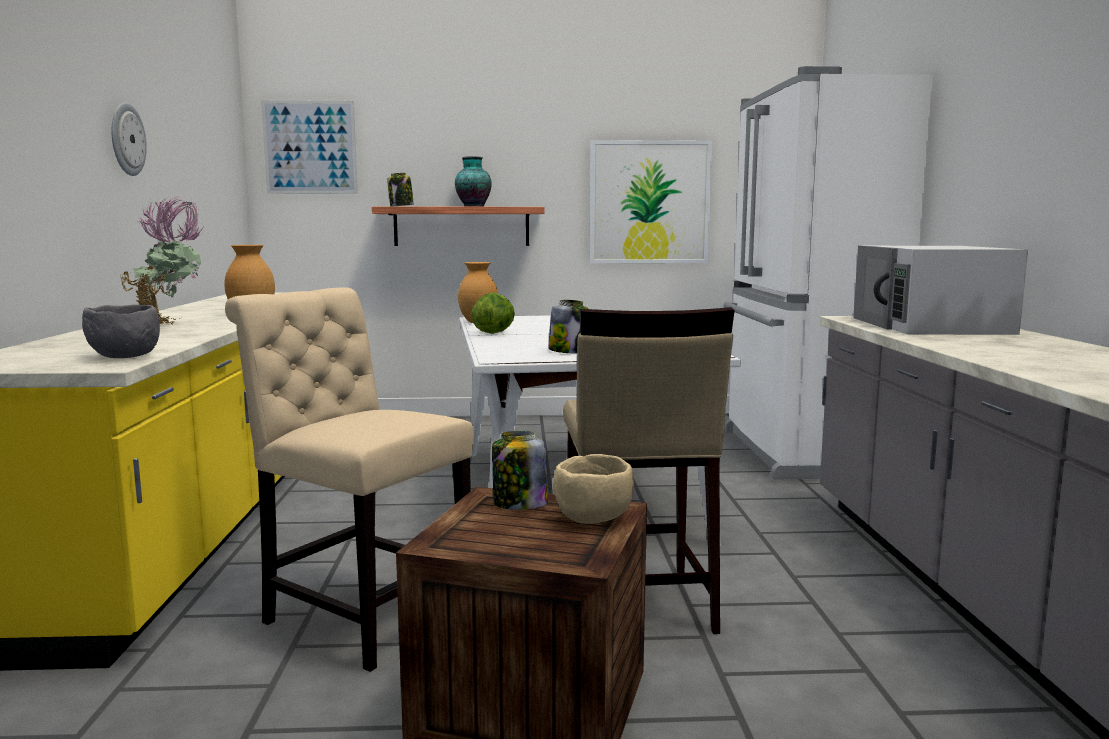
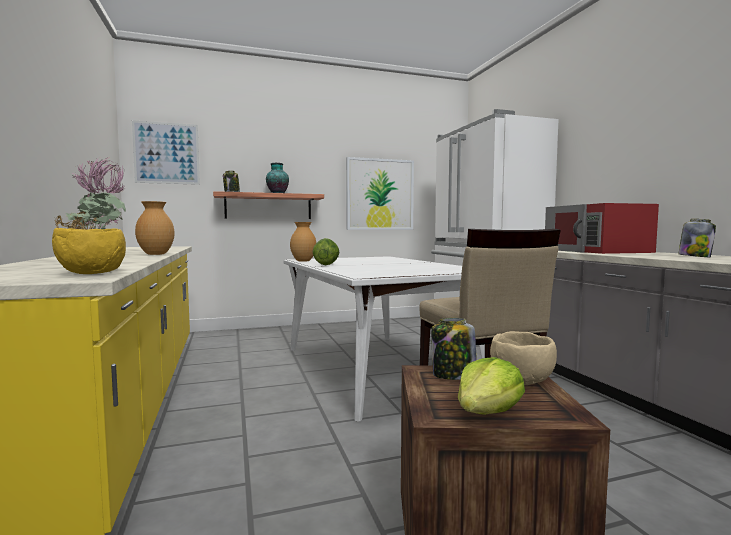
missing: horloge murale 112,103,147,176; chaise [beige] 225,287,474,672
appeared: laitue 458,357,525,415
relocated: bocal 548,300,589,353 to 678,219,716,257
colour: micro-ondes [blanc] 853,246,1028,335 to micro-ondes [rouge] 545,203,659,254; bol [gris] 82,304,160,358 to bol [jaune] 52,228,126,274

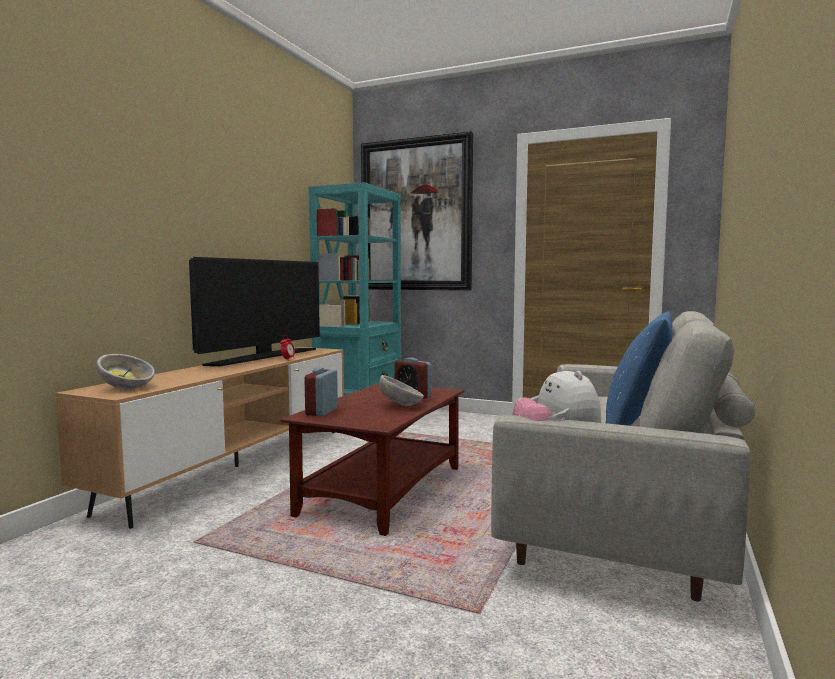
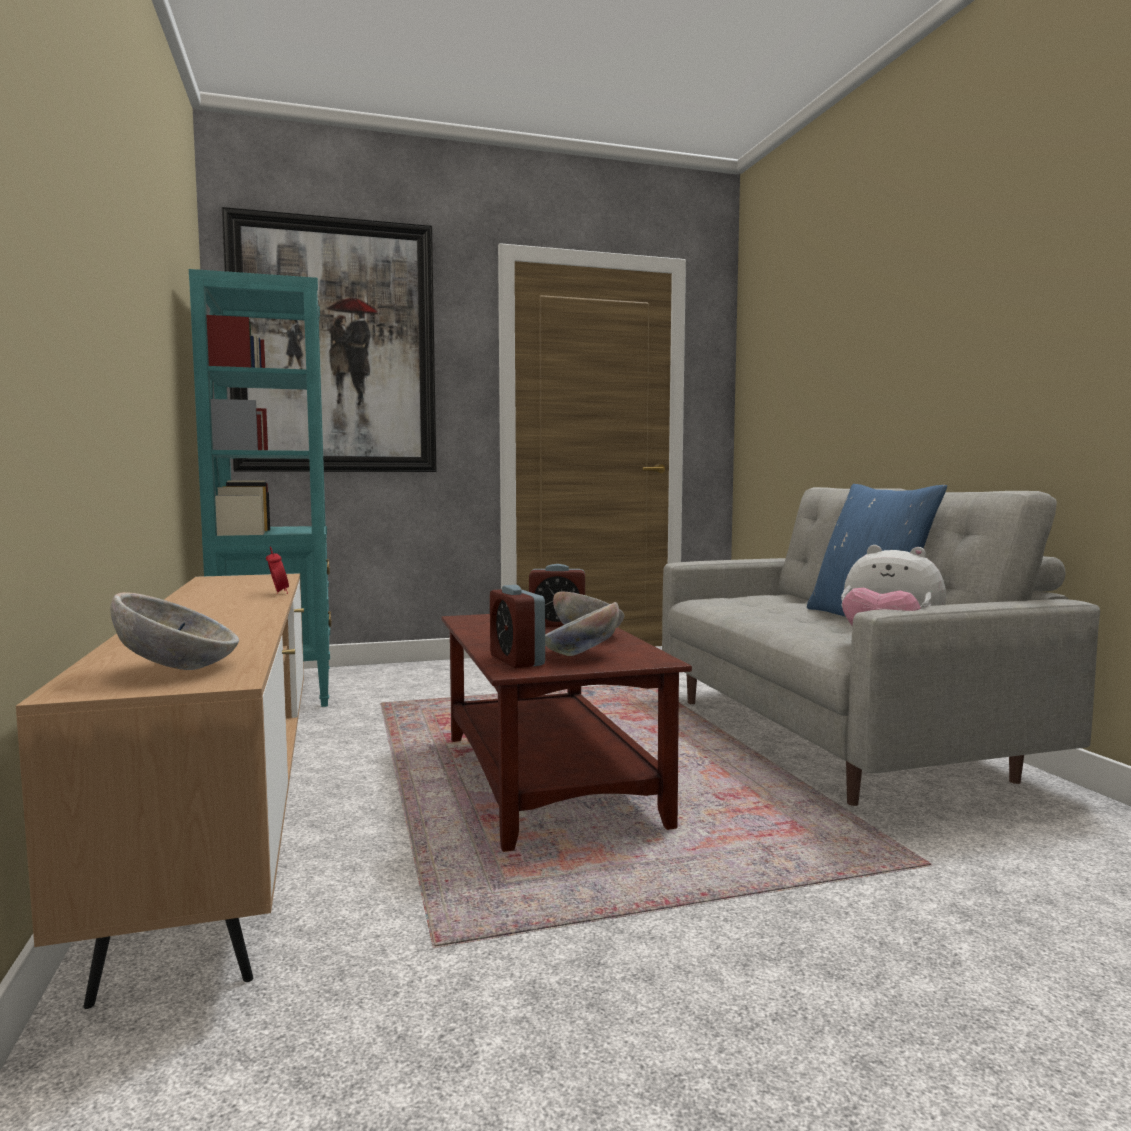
missing: téléviseur 189,257,320,366
appeared: bol 545,602,619,656

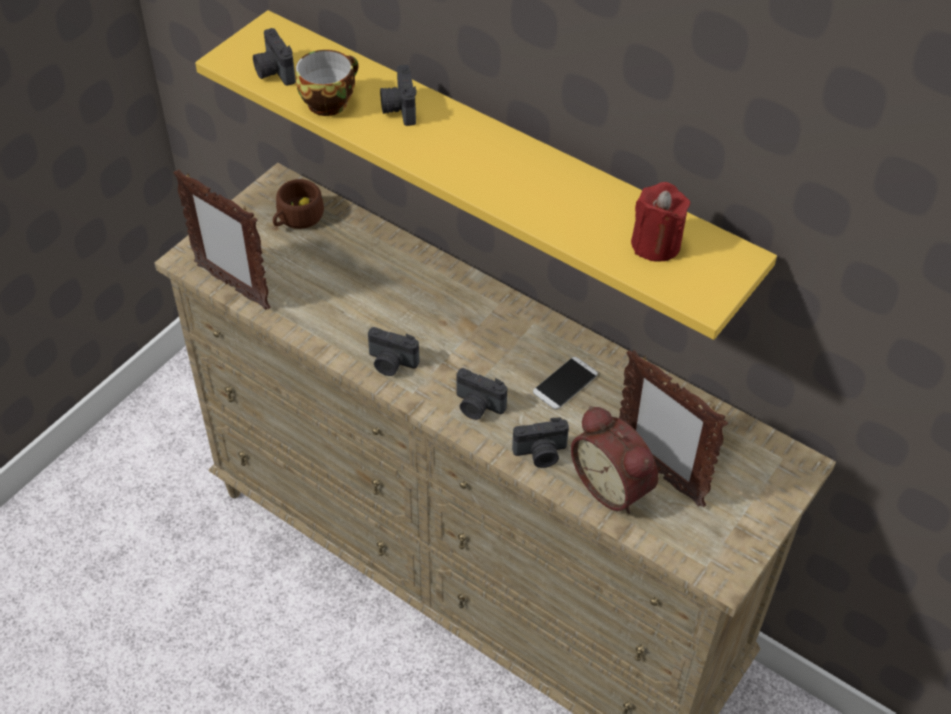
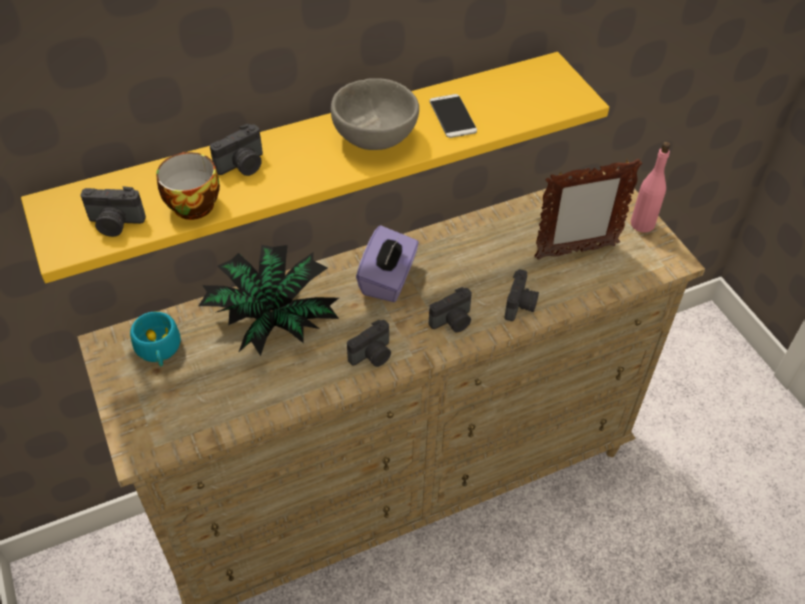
missing: cadre photo 173,170,271,310; bougie [rouge] 631,182,690,262; réveil 571,406,658,514
appeared: bol [gris] 331,78,419,150; bouteille [rose] 631,142,670,232; boîte à mouchoirs [violet] 356,225,419,302; plante en pot 199,245,339,356
relocated: téléphone 533,357,598,409 to 430,94,477,138
colour: tasse [marron] 273,179,324,229 to tasse [turquoise] 130,311,181,367
spun: appareil photo 380,65,416,126 = 210,124,263,176 60 degrees counterclockwise

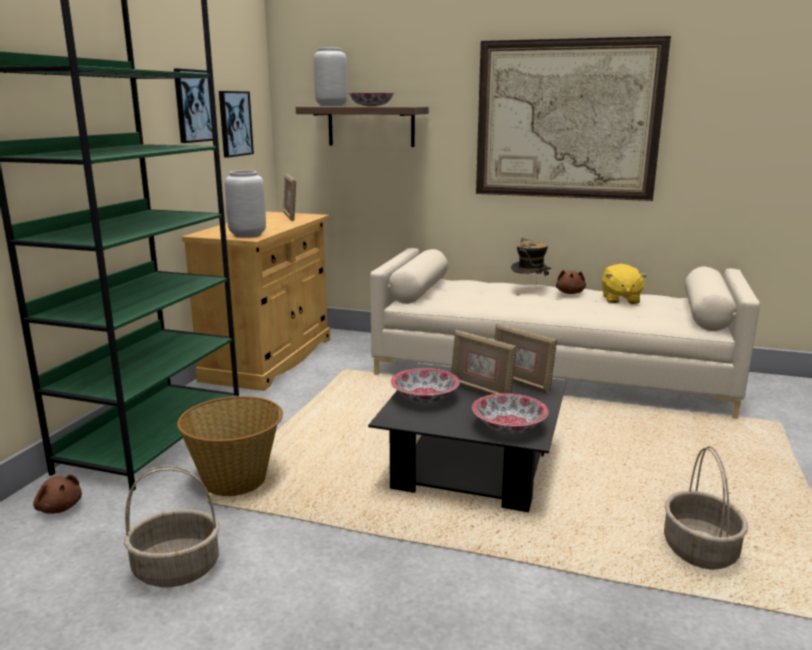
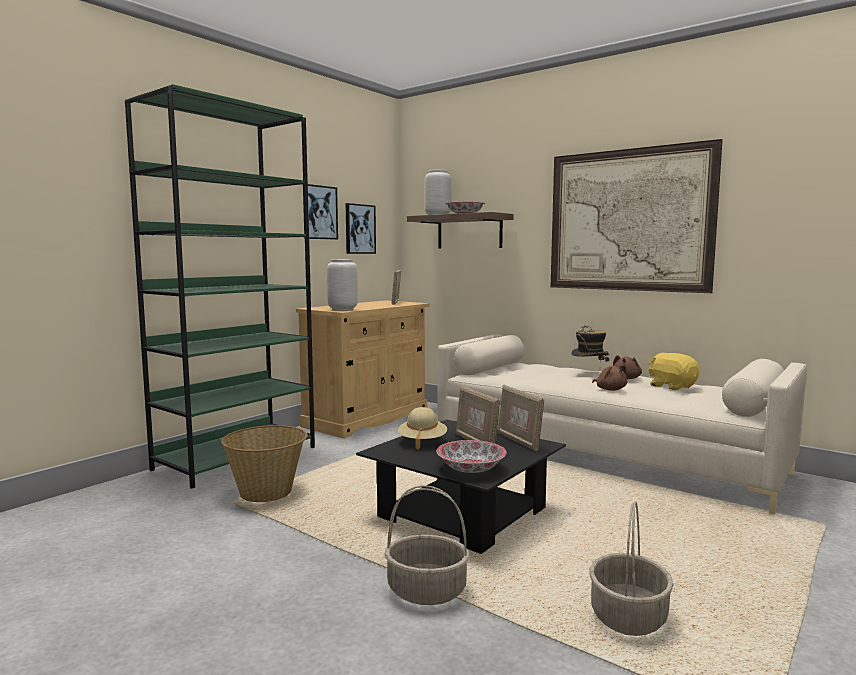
relocated: panier 124,465,220,587 to 384,485,470,605; peluche [marron] 33,475,82,514 to 592,365,628,391
exchanged: bol 391,368,460,403 to chapeau [beige] 398,407,447,450
spun: peluche [jaune] 602,264,647,304 = 648,353,699,390 120 degrees clockwise

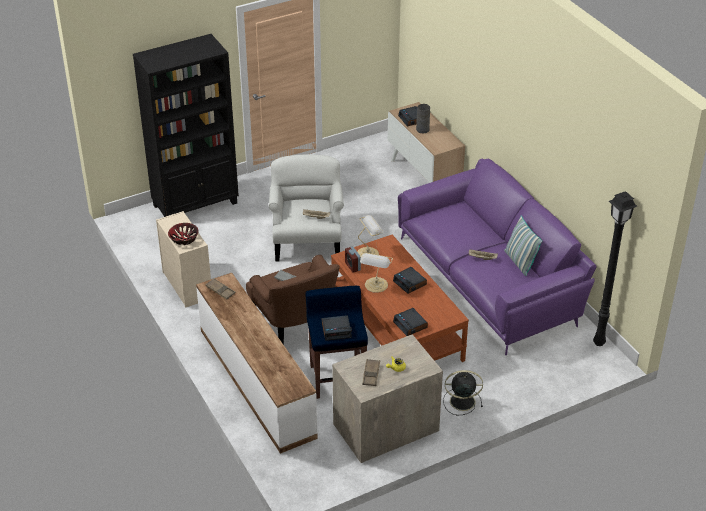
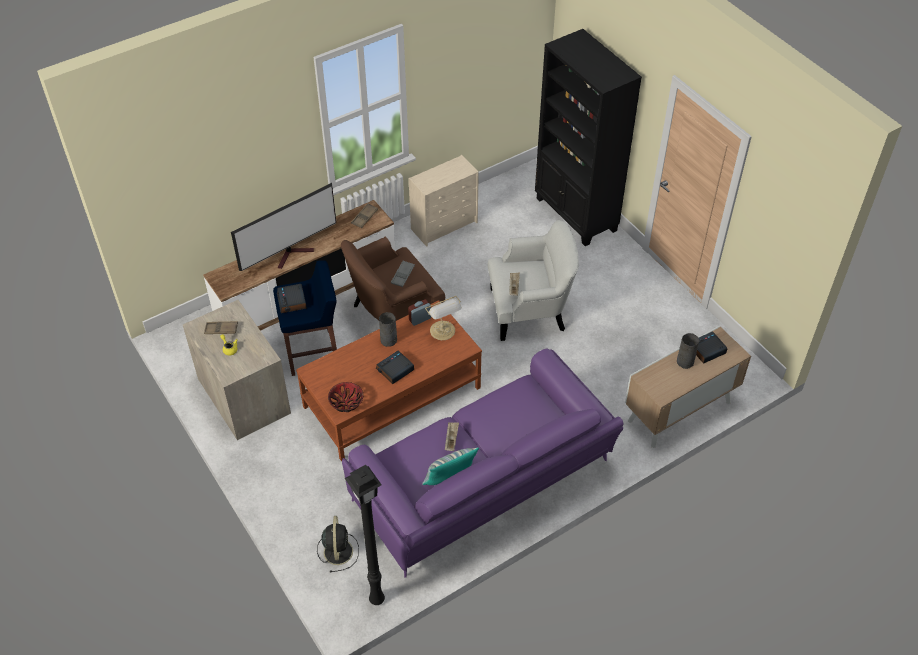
missing: réveil 393,308,428,336
appeared: téléviseur 231,183,336,271
relocated: bol 168,223,199,245 to 328,382,363,412; ventilateur [noir] 443,370,483,415 to 317,516,359,573
exchanged: lampe de table 360,252,393,293 to vase [gris] 379,312,397,347

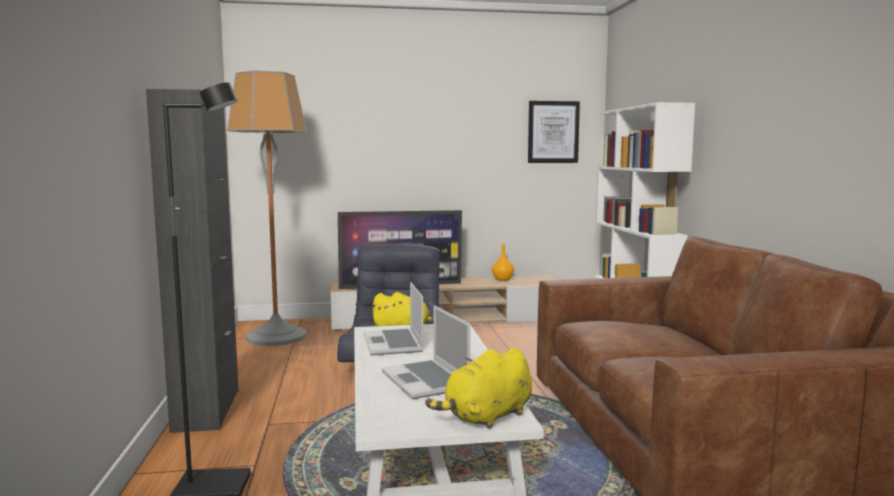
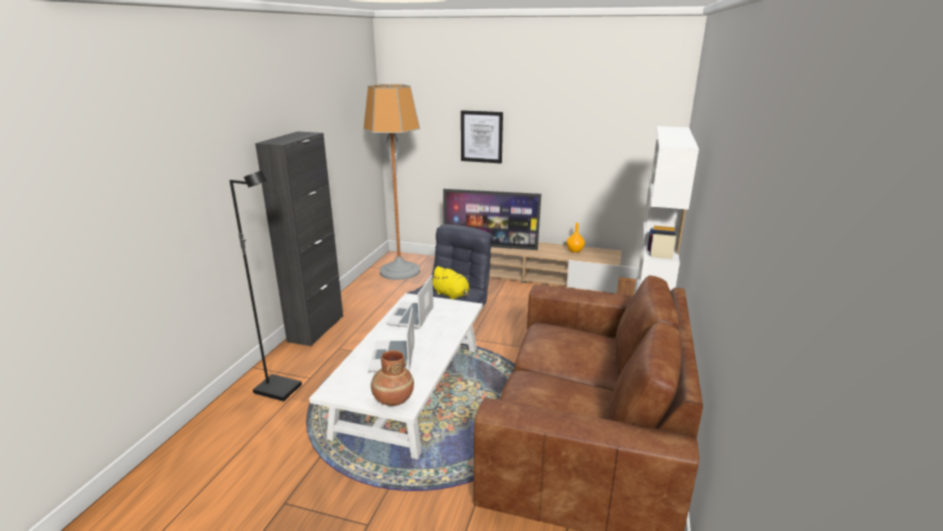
relocated: tableau 528,101,580,163 to 461,110,503,163
exchanged: peluche [jaune] 425,348,532,429 to vase [marron] 371,350,414,406

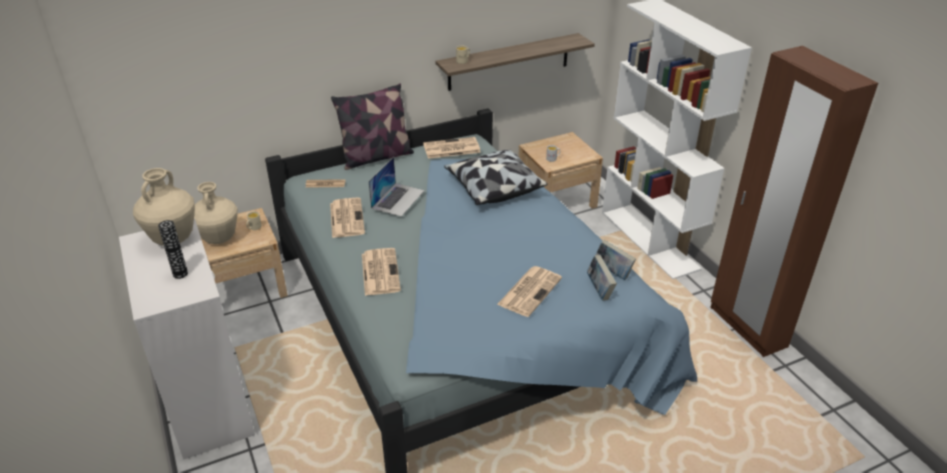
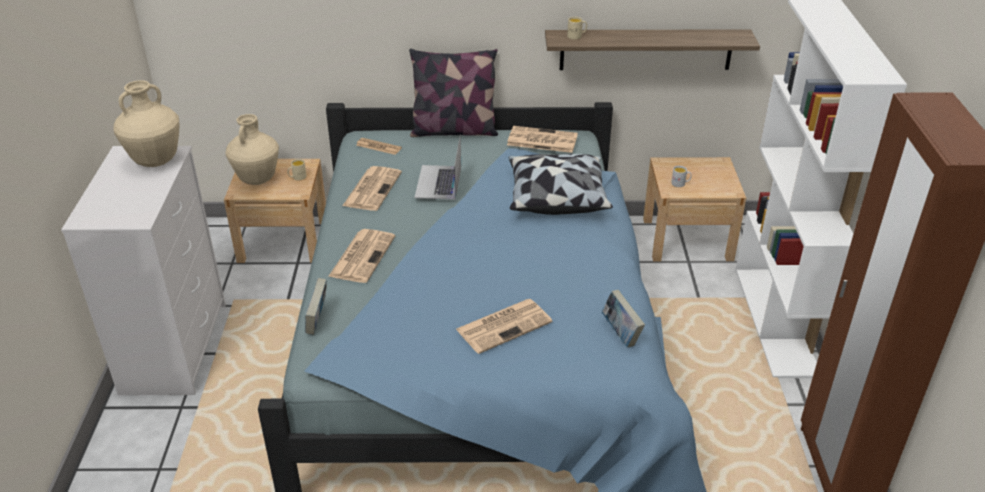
missing: vase 158,220,188,279
relocated: livre 587,255,617,301 to 305,278,327,335
spun: ordinateur portable 369,157,425,217 = 414,134,461,200 135 degrees clockwise

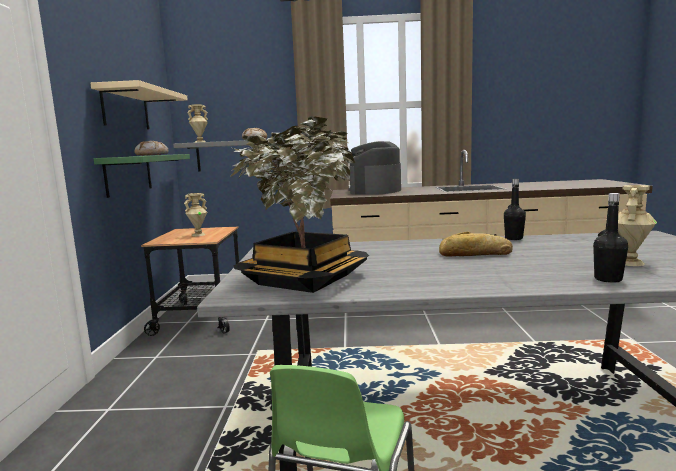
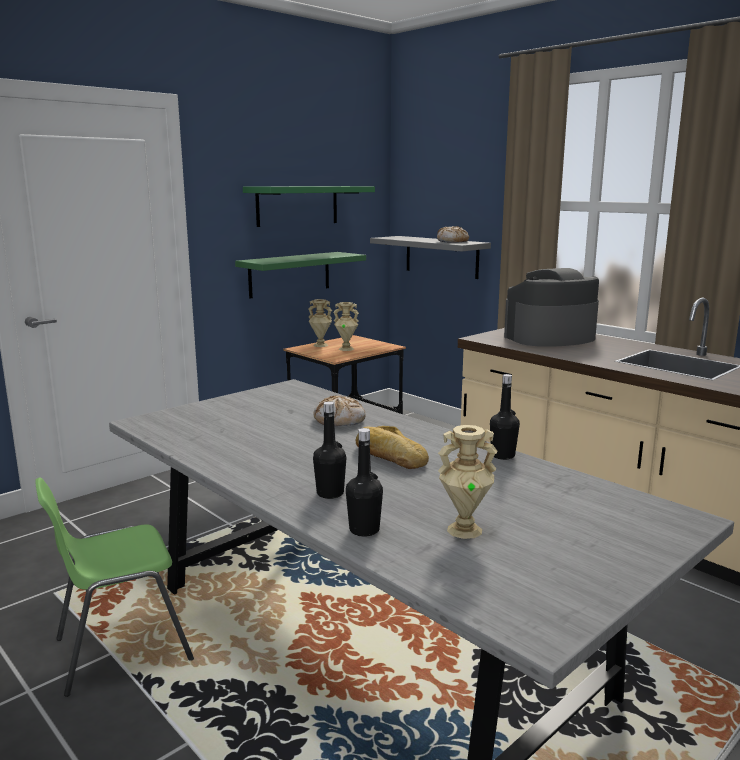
missing: plante en pot 229,116,369,293
appeared: bouteille [noir] 313,401,346,499
relocated: vase [beige] 187,104,208,143 to 308,299,332,347; pain 135,140,169,156 to 313,395,366,426
colour: étagère [beige] 90,80,188,129 to étagère [vert] 243,186,375,227

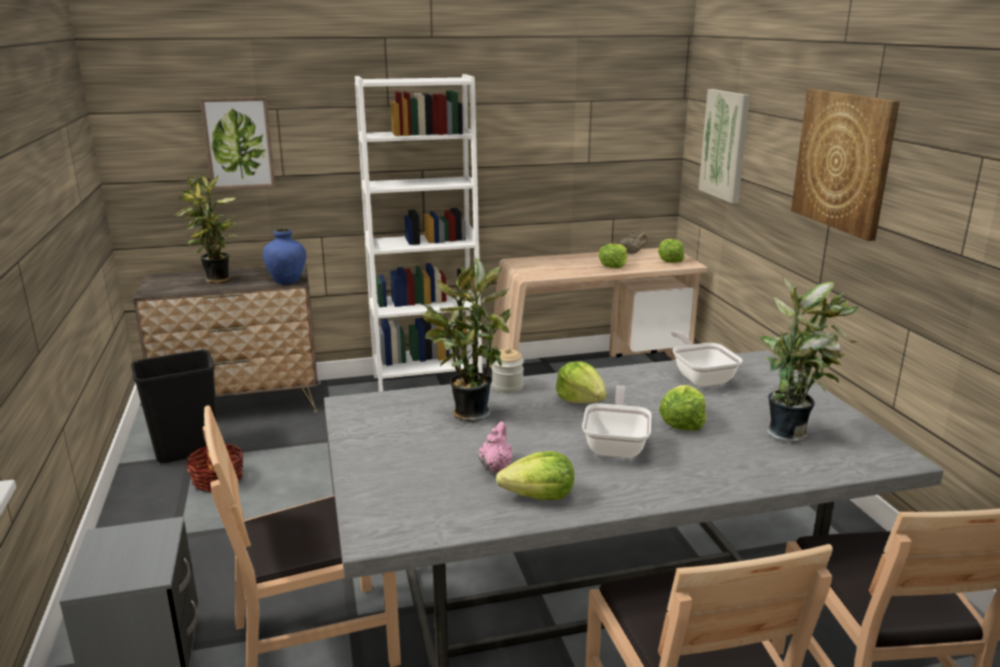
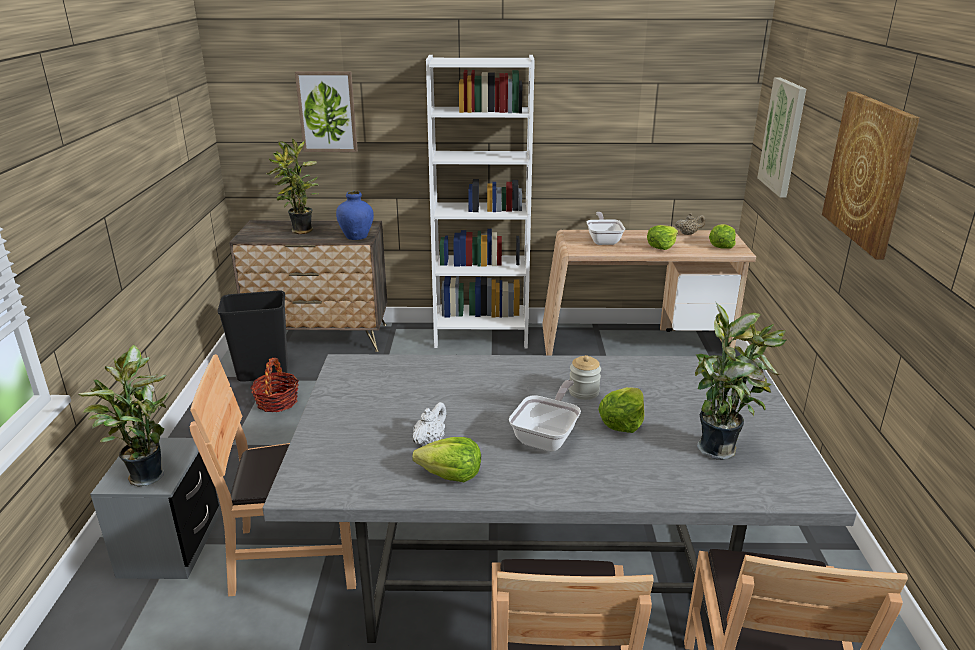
missing: laitue 556,361,607,403
relocated: plante en pot 421,257,511,422 to 79,345,168,487; poêle 671,331,742,387 to 587,212,625,245; bocal 492,347,524,393 to 569,355,601,400
colour: théière [rose] 478,422,513,473 to théière [blanc] 413,402,446,447

